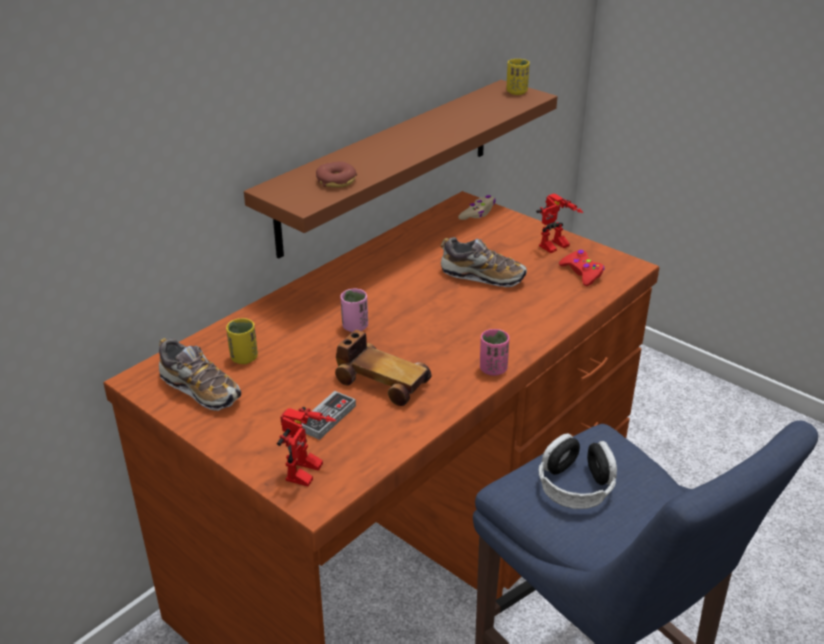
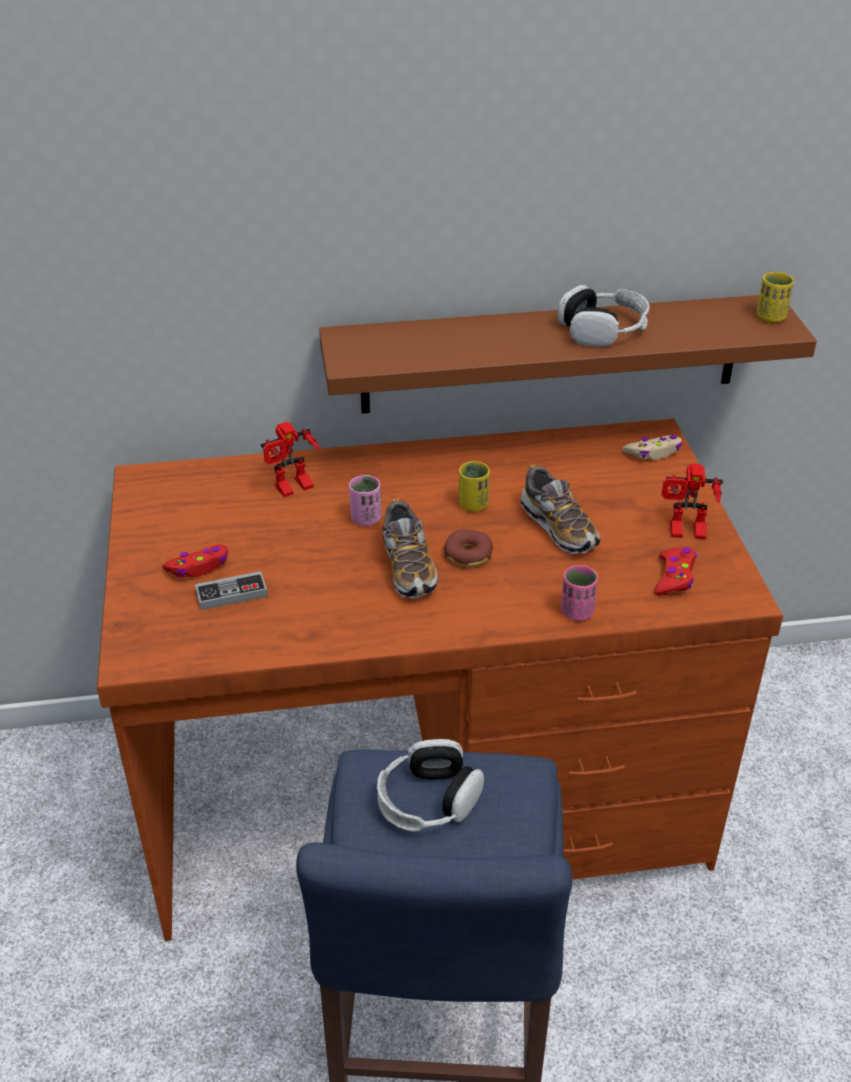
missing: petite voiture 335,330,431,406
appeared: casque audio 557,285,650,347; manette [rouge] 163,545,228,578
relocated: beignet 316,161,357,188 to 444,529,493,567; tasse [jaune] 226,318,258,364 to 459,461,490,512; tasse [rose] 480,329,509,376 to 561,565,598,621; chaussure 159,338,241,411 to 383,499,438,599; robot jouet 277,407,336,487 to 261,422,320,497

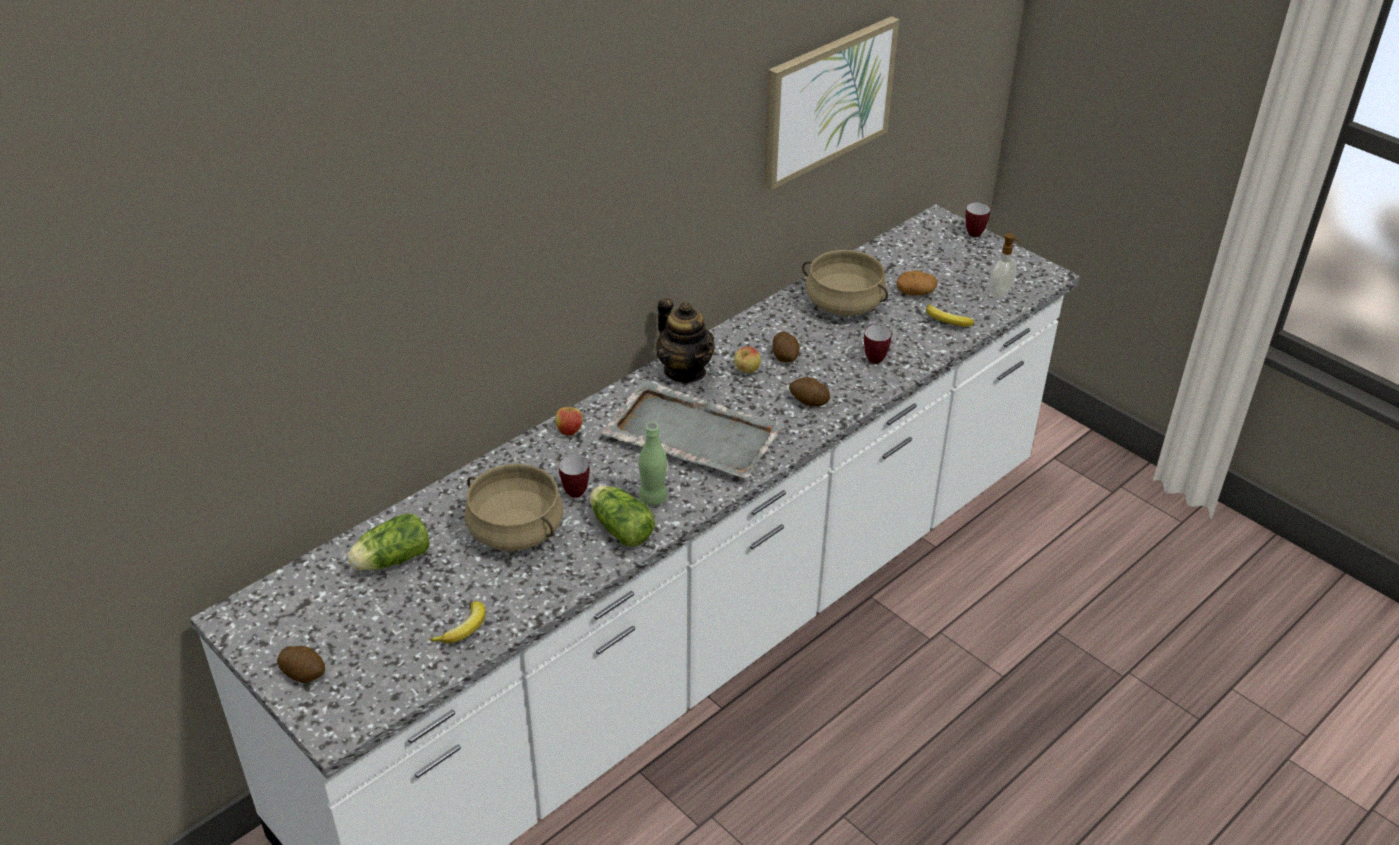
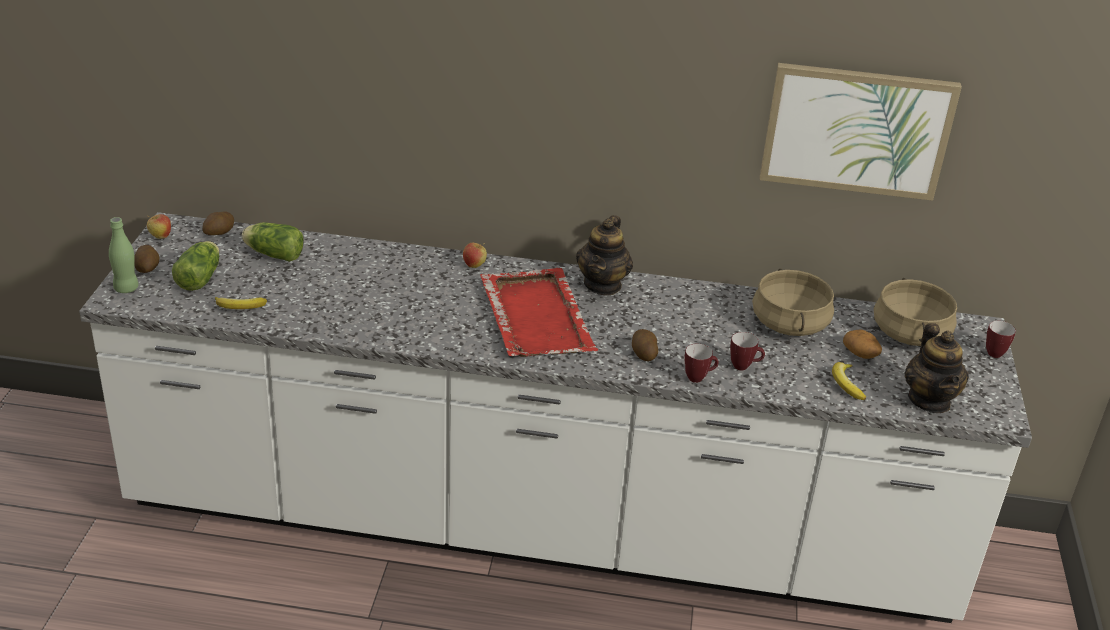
relocated: pomme de terre 773,331,800,363 to 202,211,234,235; pomme 734,346,760,373 to 147,214,171,239; bouteille [vert] 639,422,667,505 to 109,217,139,293; mug 559,455,590,498 to 684,344,719,383; marmite [beige] 465,464,564,551 to 874,278,957,346; laitue 589,486,655,547 to 172,241,219,291
exchanged: distributeur de savon 989,233,1022,299 to théière 904,323,969,413
colour: plateau [gris] 600,380,785,479 to plateau [rouge] 480,268,599,357

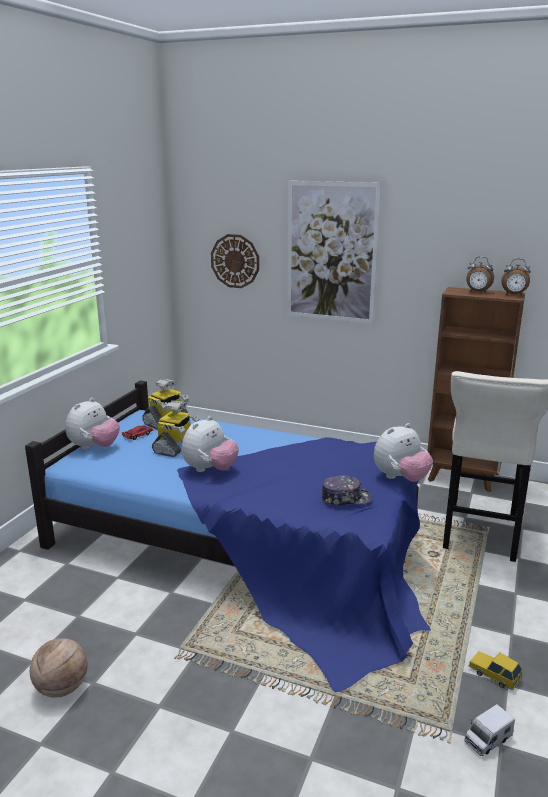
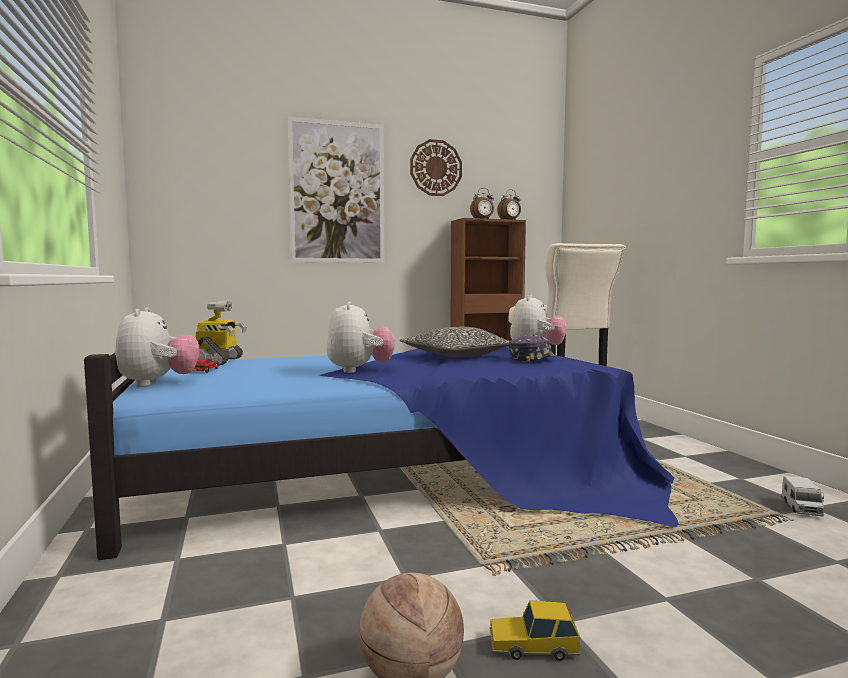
missing: robot jouet 152,400,200,457
appeared: coussin 400,327,510,357
relocated: horloge murale 211,234,259,288 to 410,139,462,196; petite voiture 469,651,523,691 to 490,600,580,661

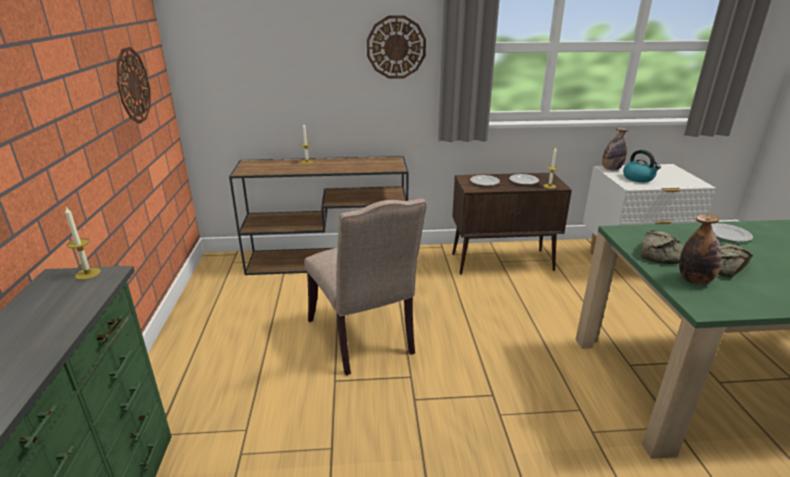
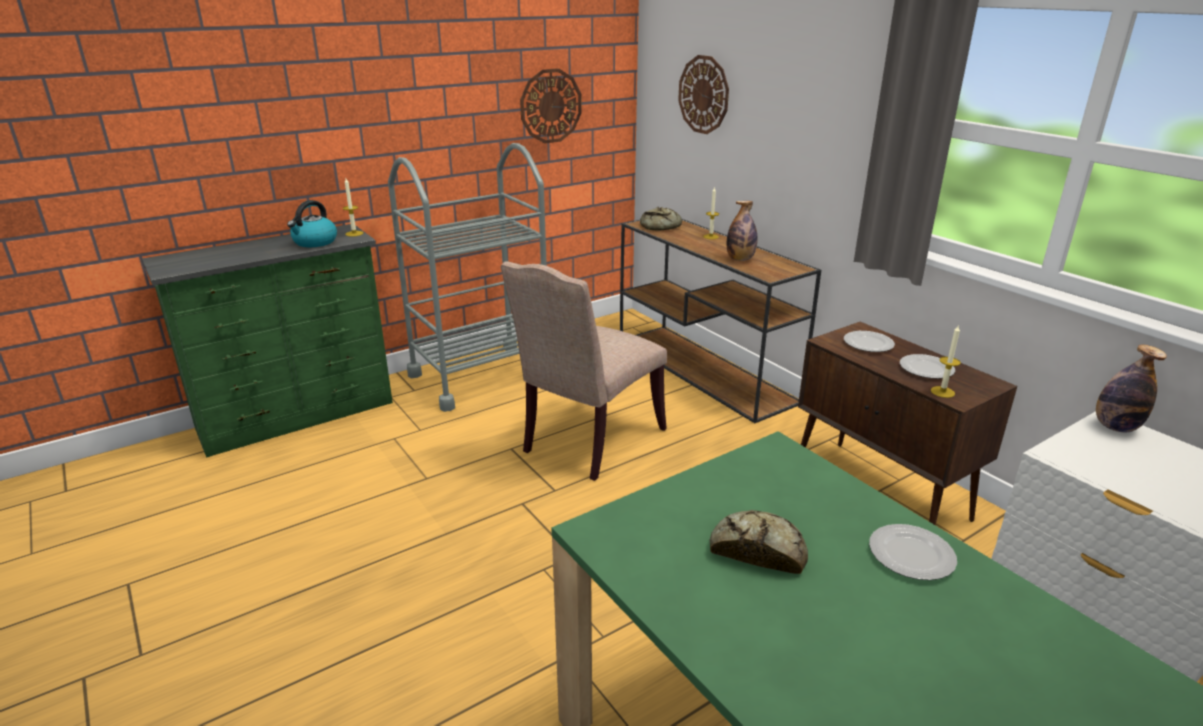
appeared: chariot [gris] 388,143,547,412
relocated: horloge murale 367,15,426,79 to 678,55,729,134; bouilloire 623,150,661,182 to 287,200,337,247; bouteille 679,214,722,284 to 727,201,758,261; pain 641,230,683,264 to 640,207,682,230

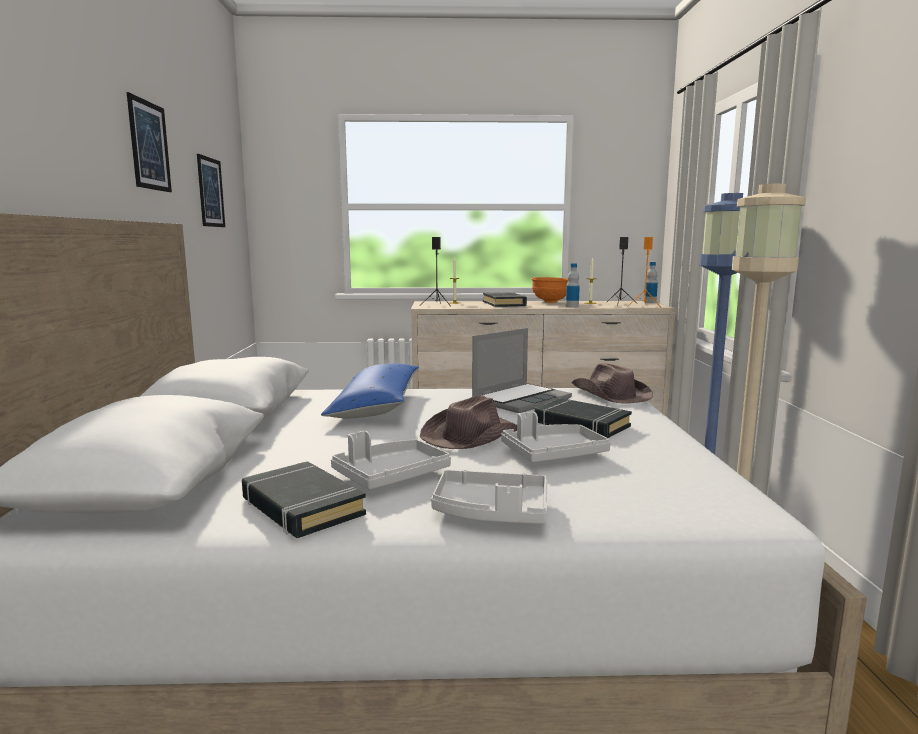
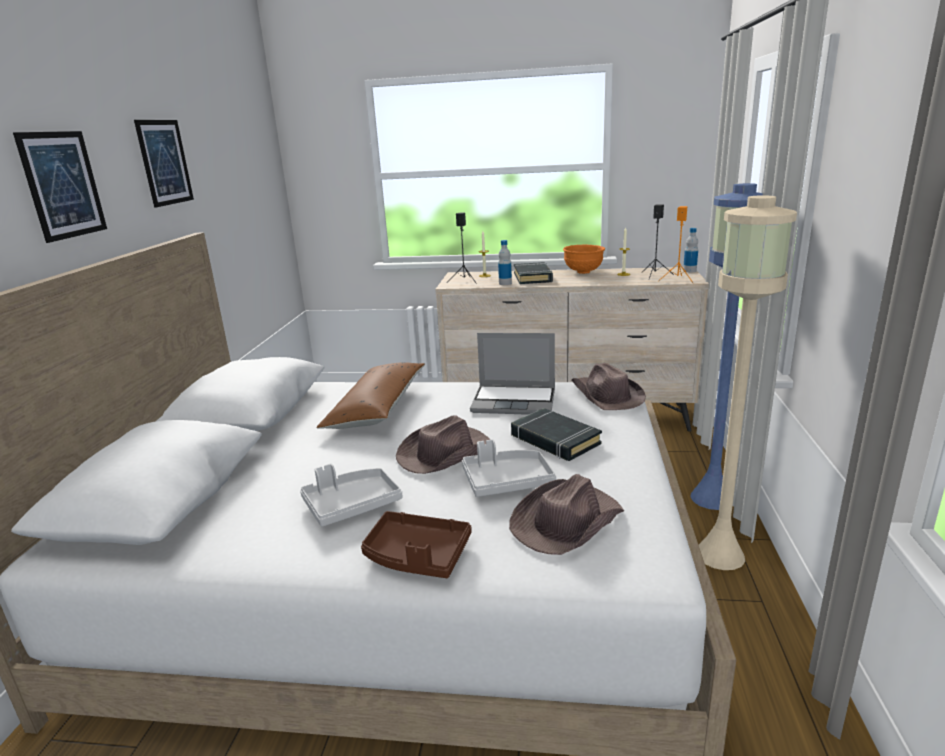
missing: livre [noir] 242,461,366,538
appeared: chapeau [marron] 509,474,624,555
relocated: tableau 197,154,225,227 to 13,131,107,243; bouteille 566,263,580,308 to 498,240,512,285
colour: coussin [bleu] 321,363,419,418 to coussin [marron] 316,362,425,429; plateau [gris] 431,470,547,524 to plateau [marron] 361,511,471,578
spun: ordinateur portable 472,328,572,413 = 470,333,555,415 45 degrees clockwise

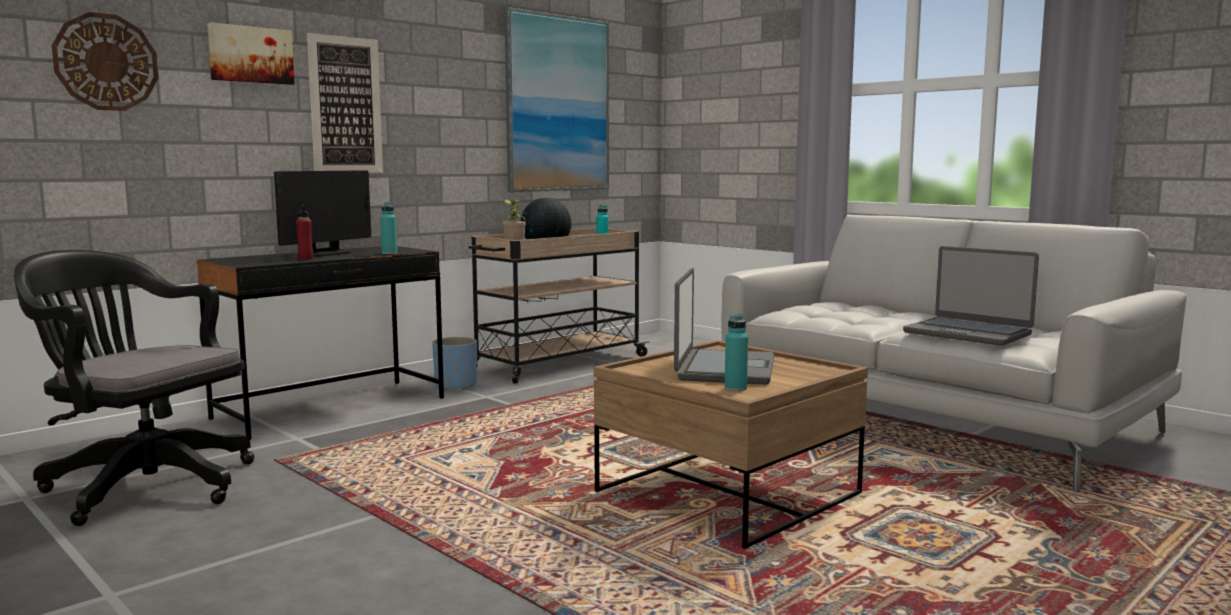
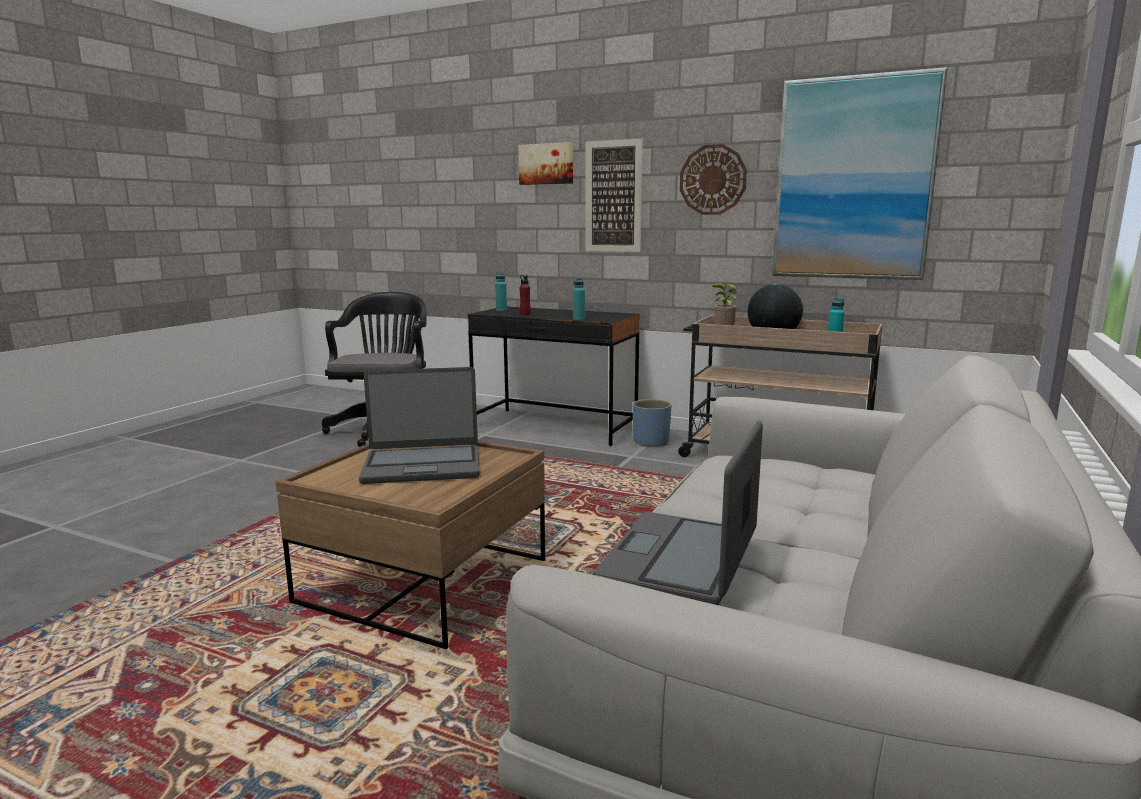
missing: écran d'ordinateur 274,170,371,257
relocated: horloge murale 52,12,158,111 to 680,144,747,215; bouteille [turquoise] 725,314,748,391 to 495,273,507,311

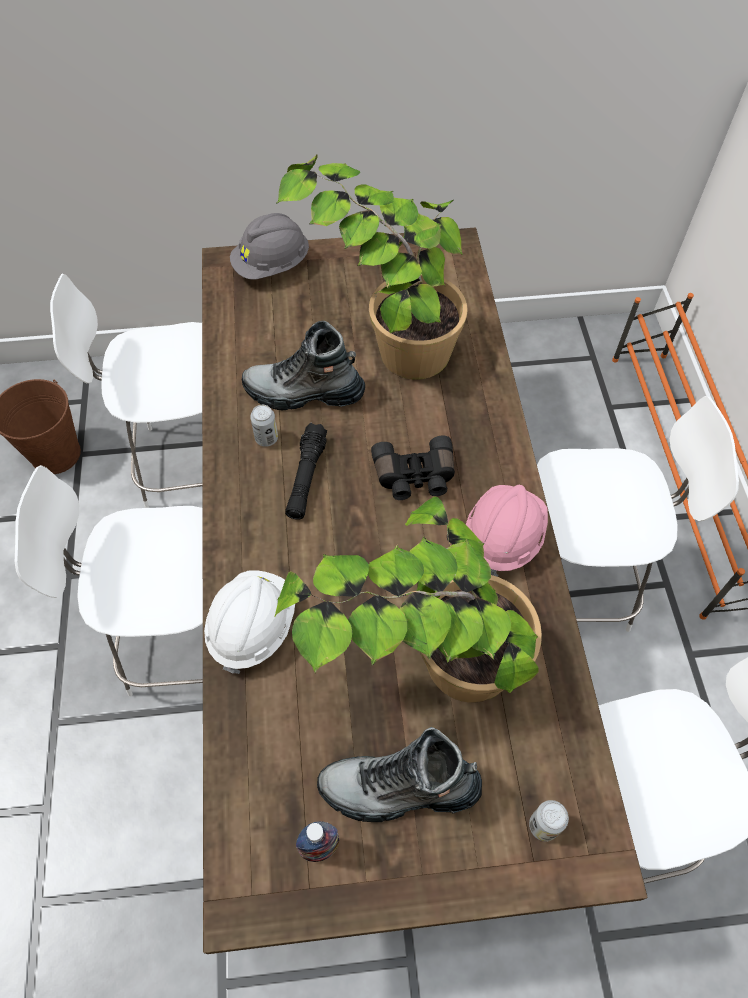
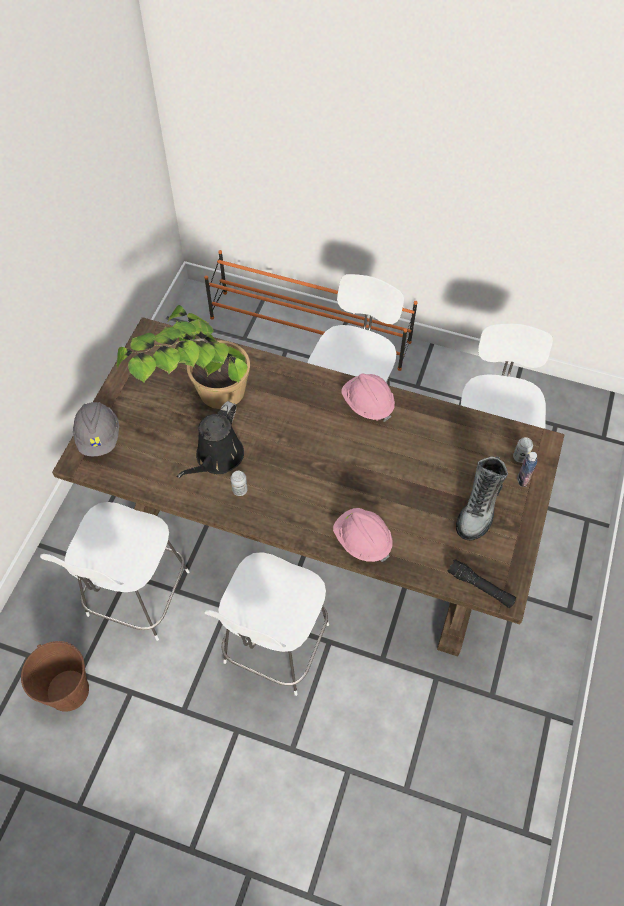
missing: jumelles [noir] 371,436,455,500; plante en pot 274,496,542,703
relocated: lampe de poche [noir] 285,423,327,520 to 448,559,516,608; bouteille 296,821,340,862 to 517,452,537,487
exchanged: botte 242,321,365,410 to arrosoir [noir] 177,401,244,478
colour: casque de chantier [blanc] 204,570,295,674 to casque de chantier [rose] 333,508,392,562

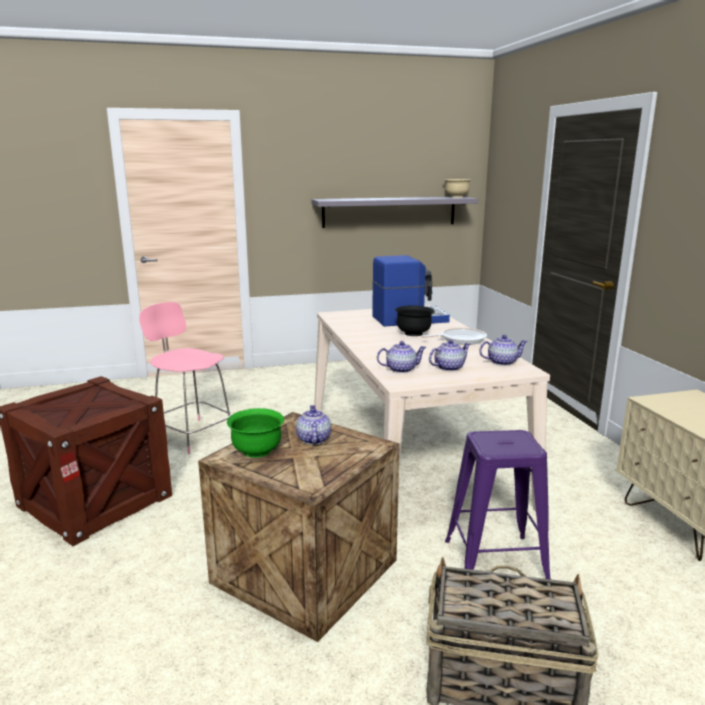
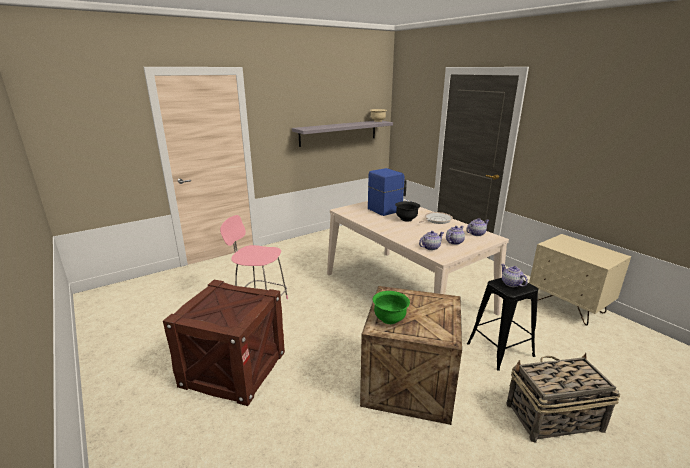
relocated: théière 296,405,331,445 to 501,264,528,287
colour: tabouret [violet] 445,430,551,579 to tabouret [noir] 467,278,538,371

